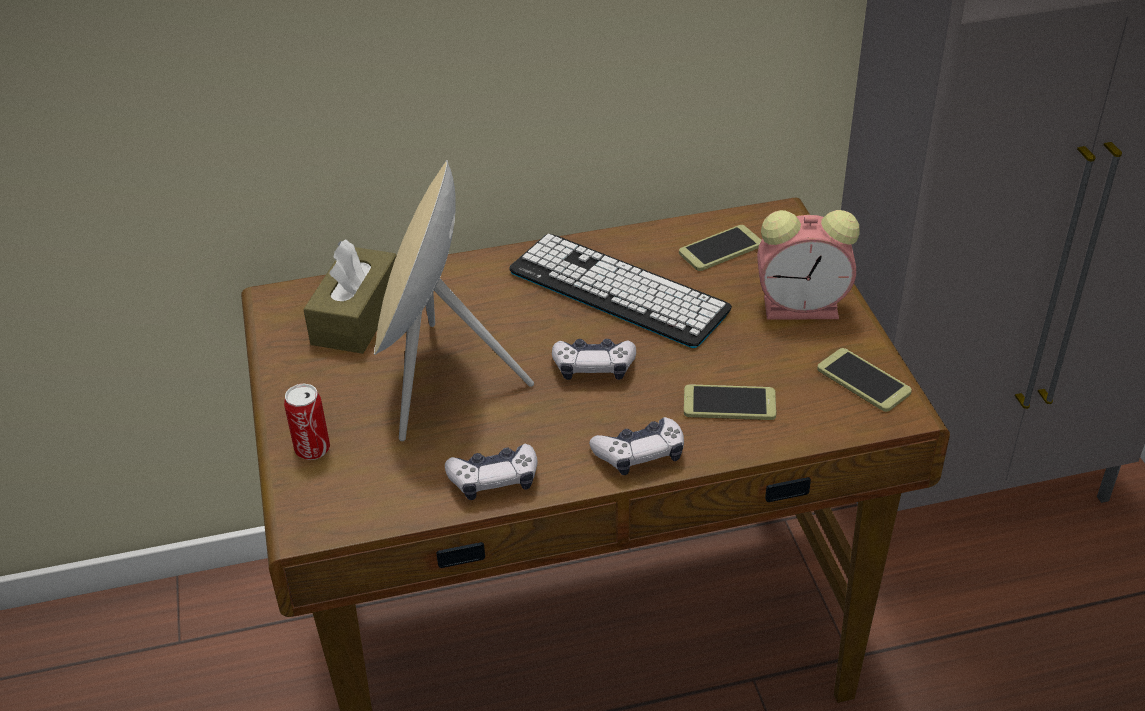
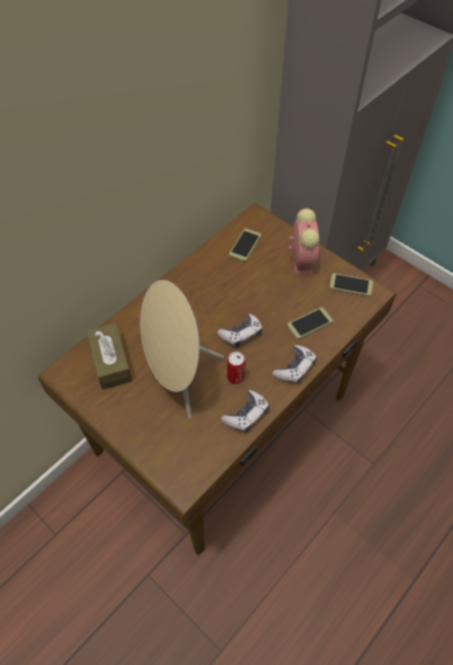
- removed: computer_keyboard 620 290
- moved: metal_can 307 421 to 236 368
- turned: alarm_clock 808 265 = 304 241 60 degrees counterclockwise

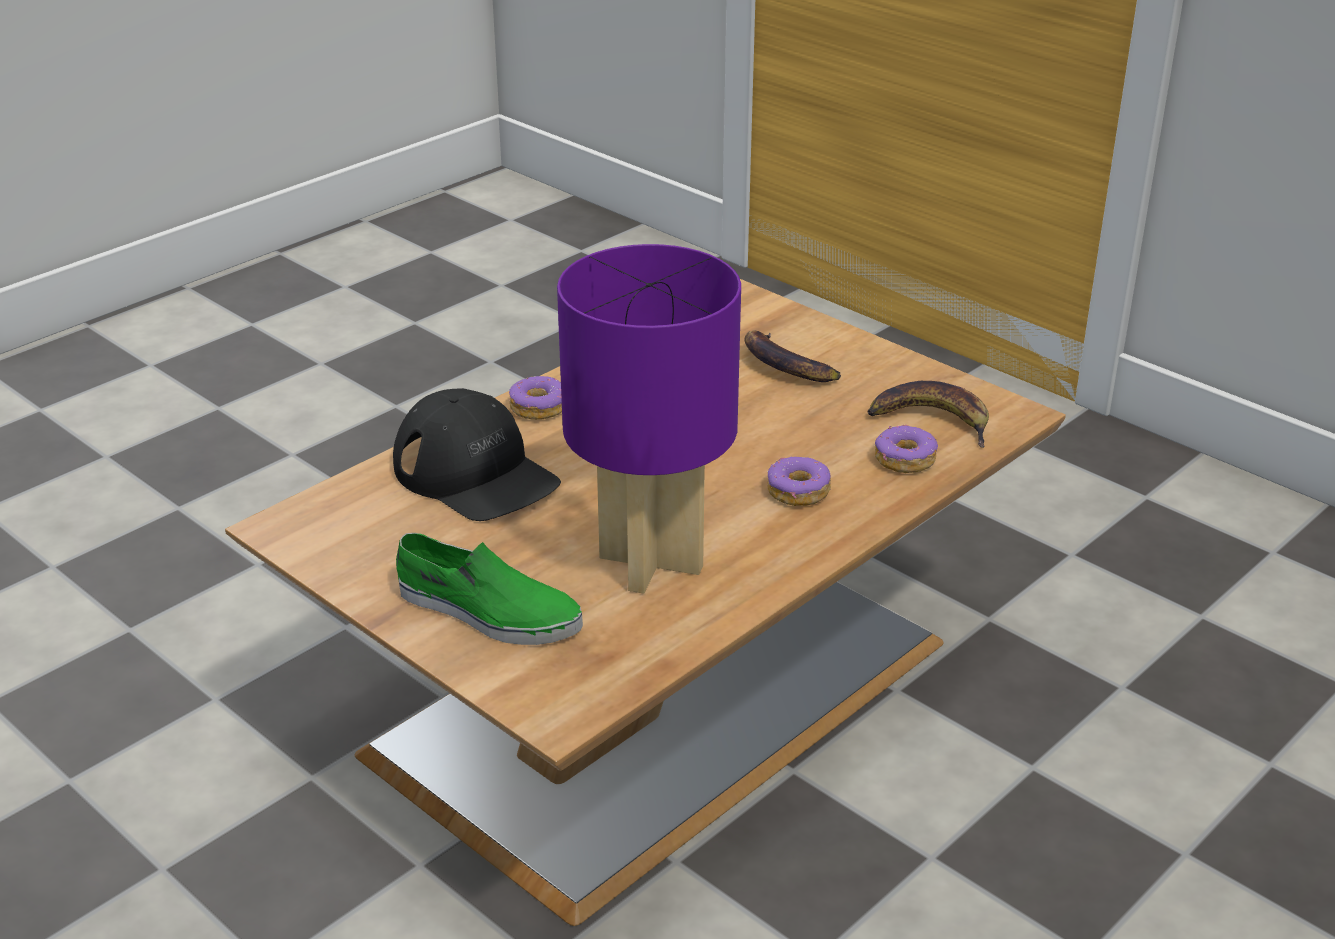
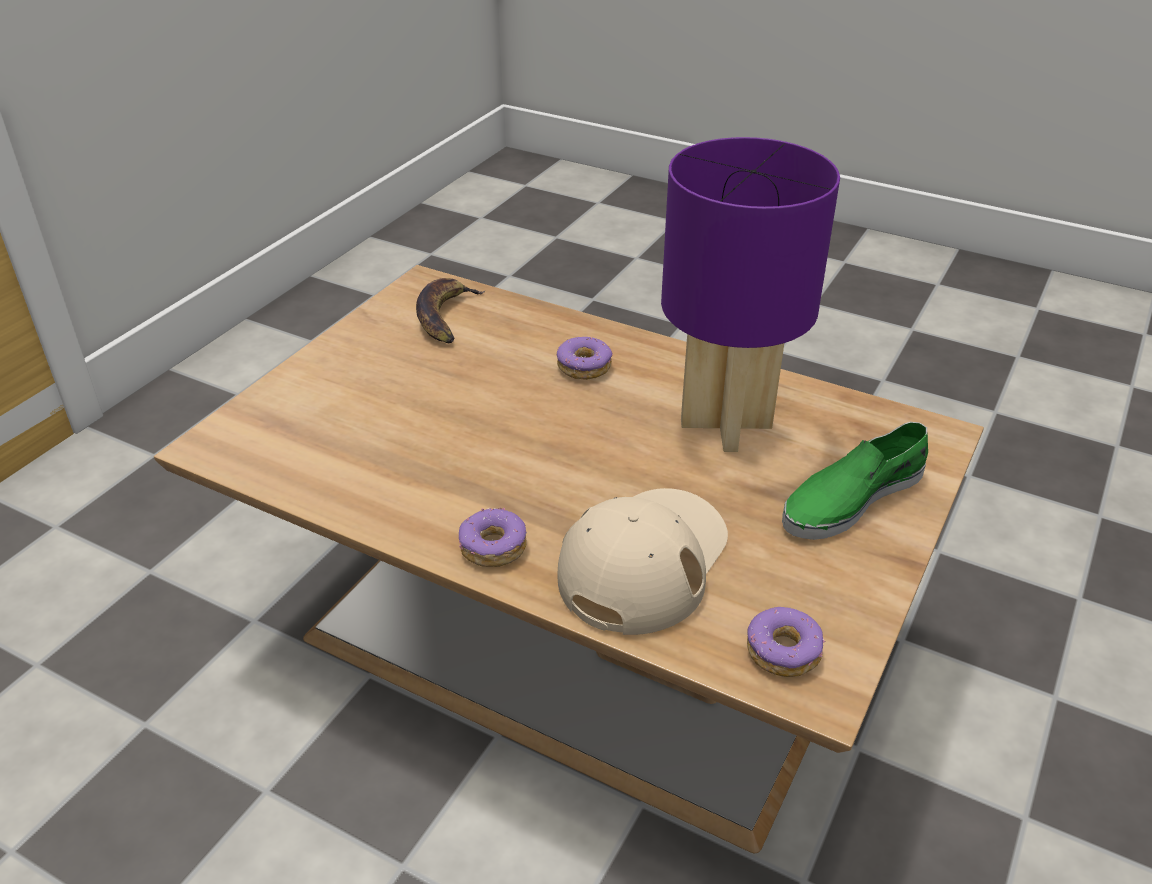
- removed: banana_fruit 792 356
- moved: doughnut 906 448 to 786 642
- recoloured: black-coloured_cap 477 454 to beige-coloured_cap 643 561
- turned: greenish_low_shoe 489 589 = 855 481 135 degrees counterclockwise

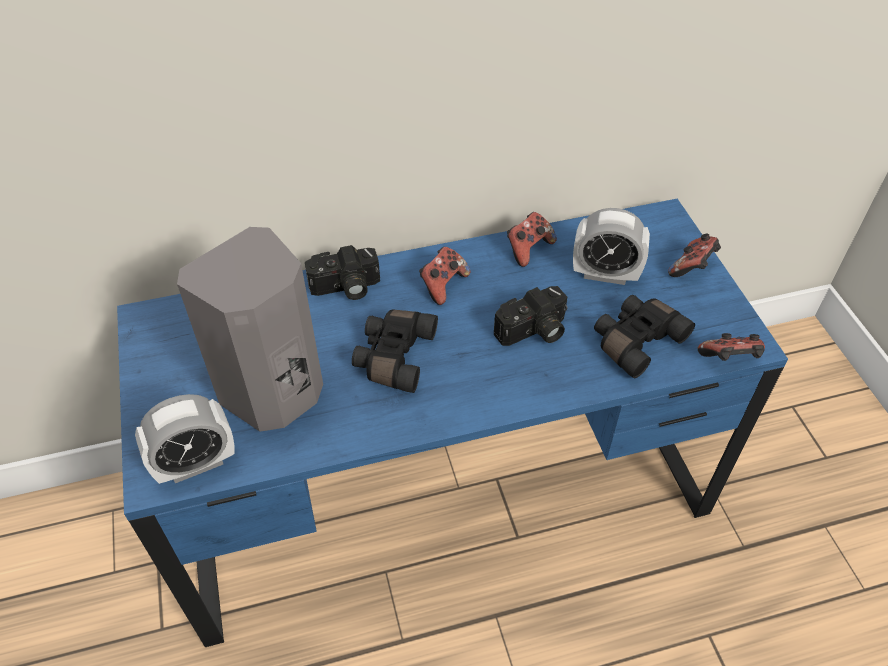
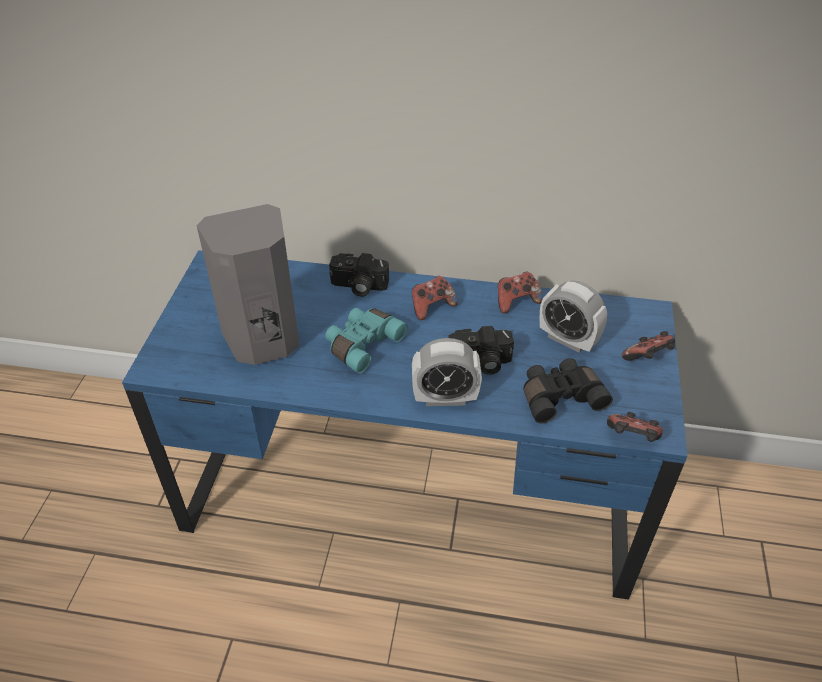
- moved: alarm_clock 185 439 to 447 372
- recoloured: black-coloured_binoculars 395 351 to turquoise-coloured_binoculars 366 340

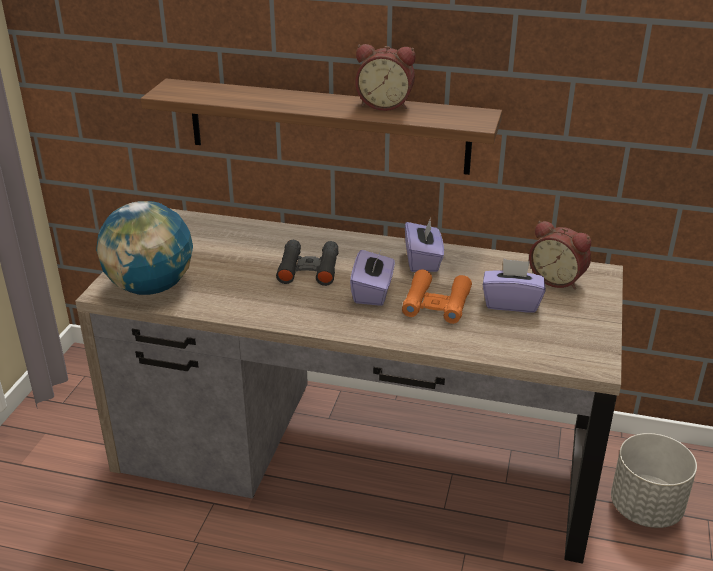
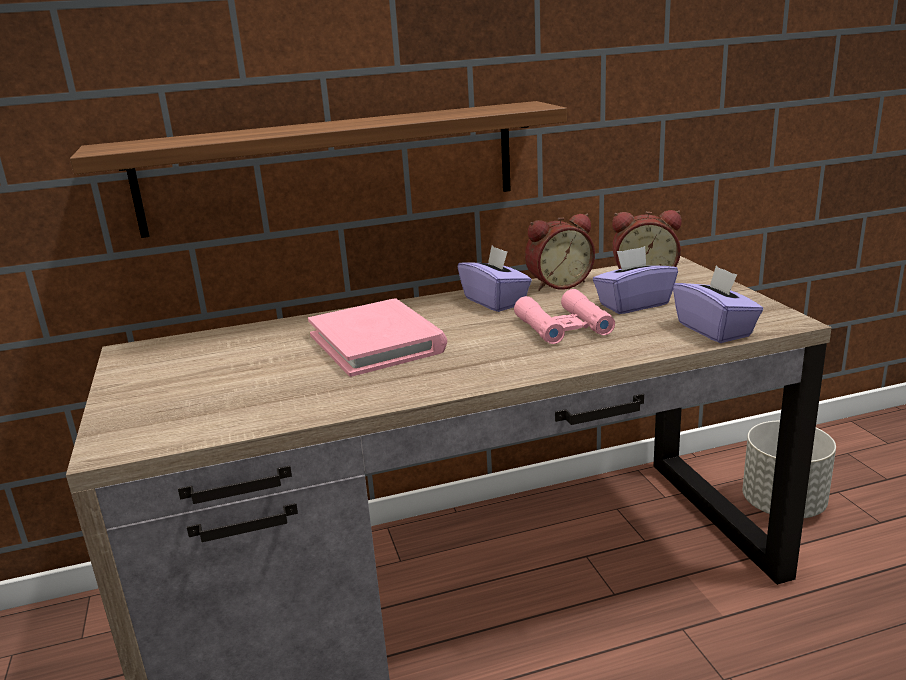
- removed: desk_globe 144 248
- moved: purplish_tissue_holder 372 277 to 718 304
- moved: alarm_clock 385 77 to 560 252
- replaced: black-coloured_binoculars 307 263 to pink_volume 377 338
- recoloured: orange_binoculars 437 296 to pink_binoculars 564 316

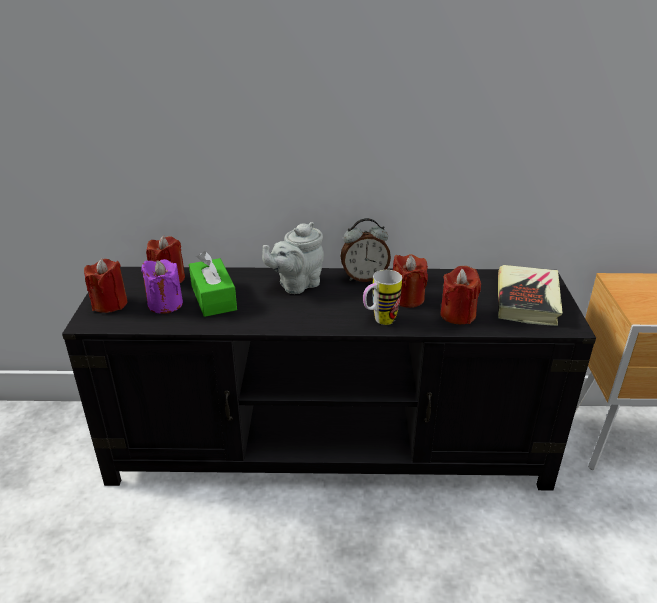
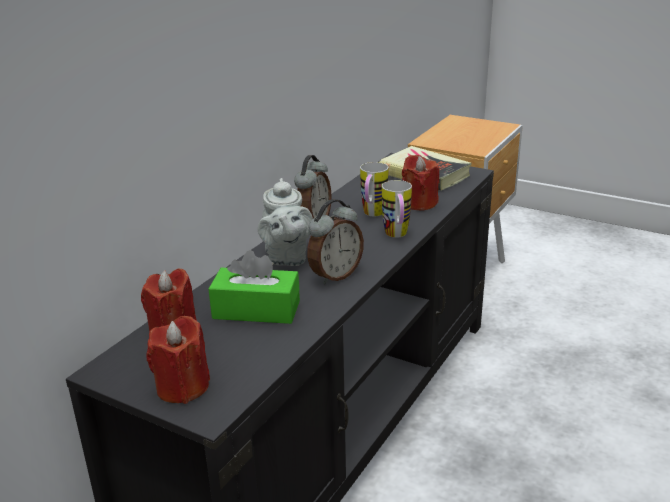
- removed: purplish_candle 162 286
- added: alarm_clock 335 241
- replaced: reddish_candle 410 281 to tea_mug 374 189

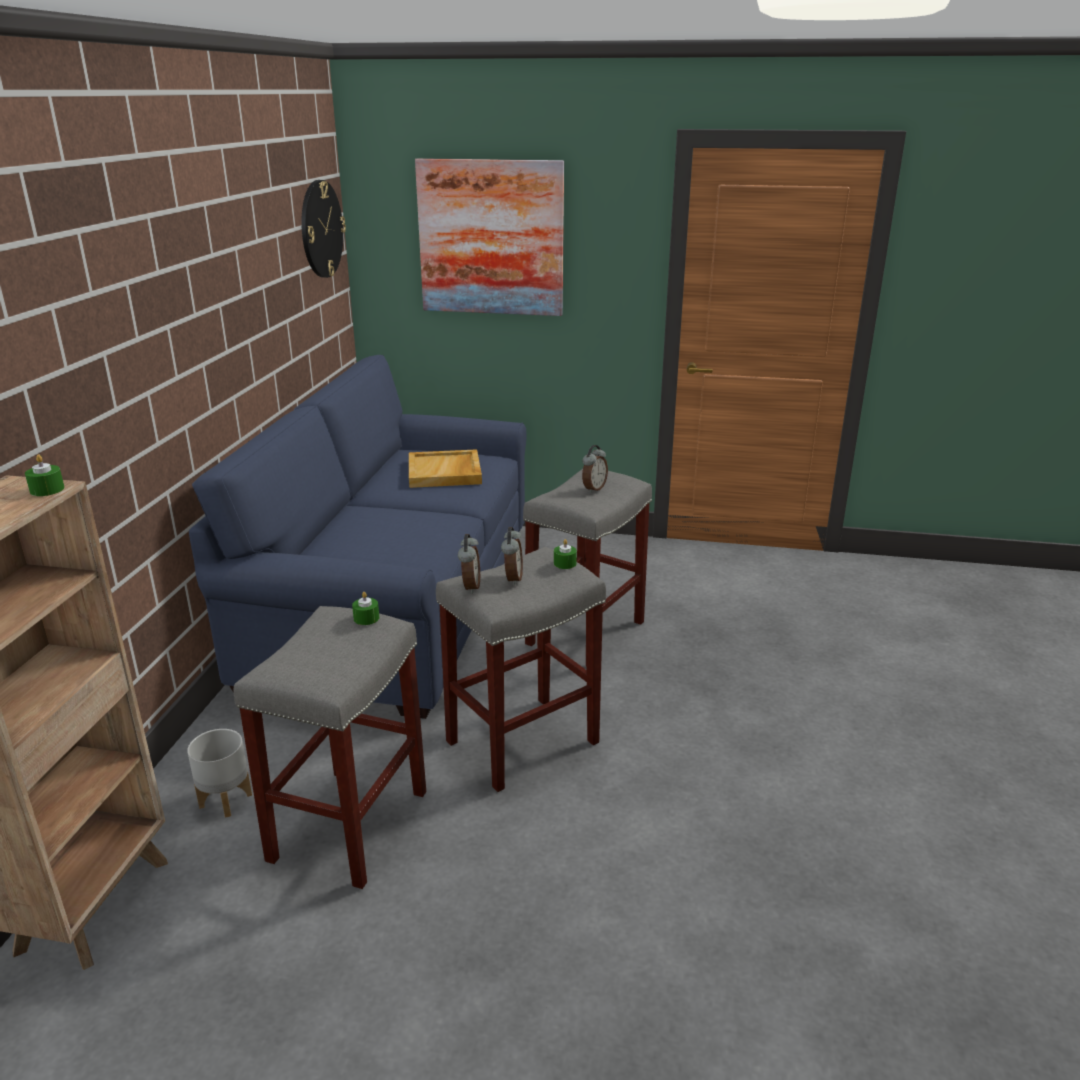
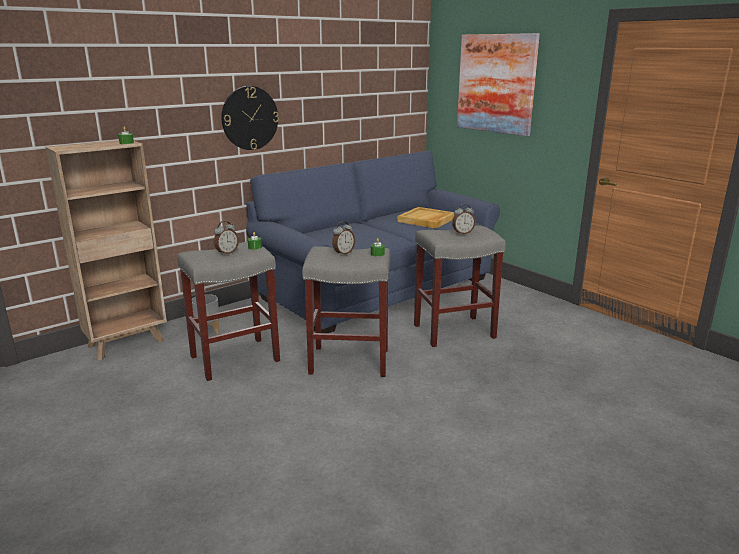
- moved: wall_clock 324 229 to 250 118
- moved: alarm_clock 469 564 to 226 238

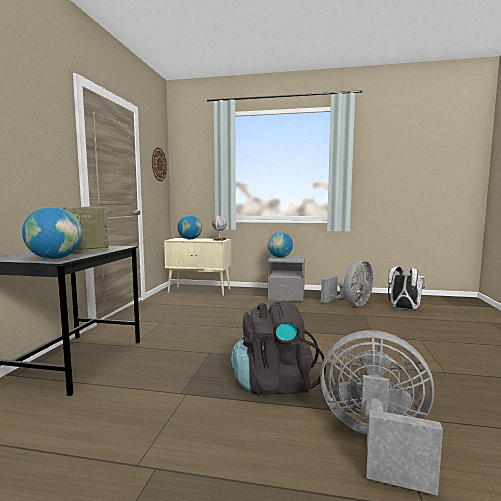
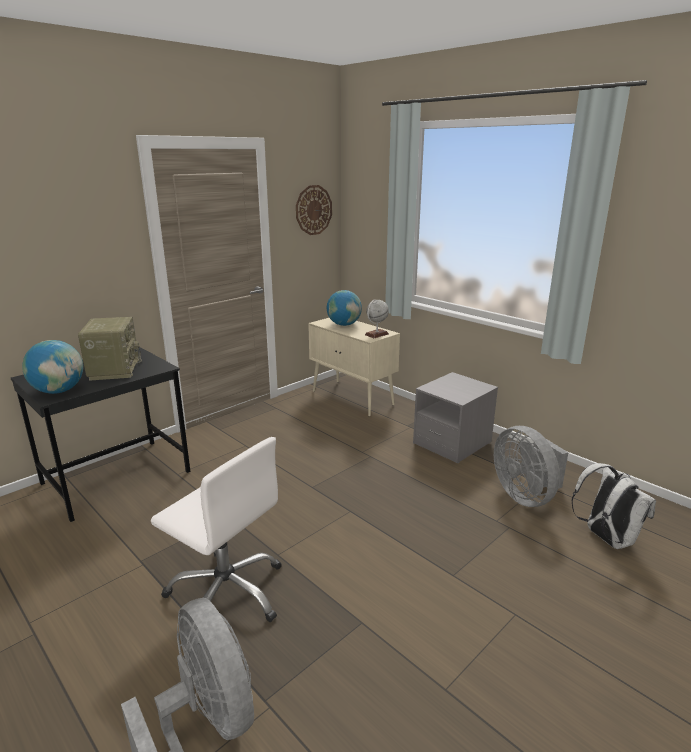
- removed: desk_globe 280 244
- replaced: black-coloured_knapsack 278 347 to white-coloured_office_chair 216 529
- turned: greyish_electric_fan 347 283 = 531 466 75 degrees clockwise

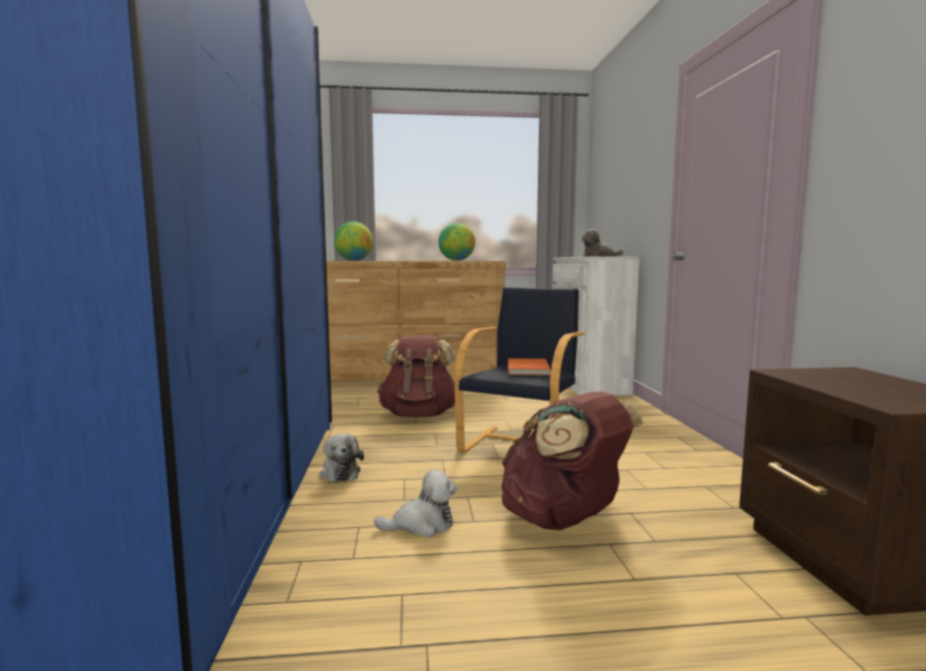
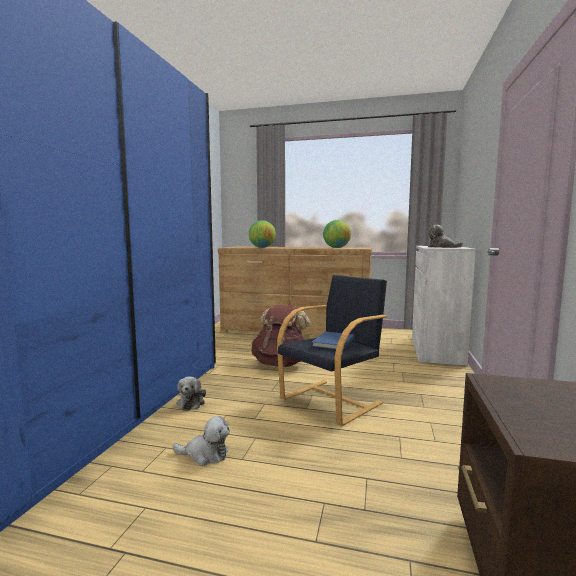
- removed: brown-coloured_knapsack 573 460
- recoloured: orange_volume 529 366 to blue_volume 333 341

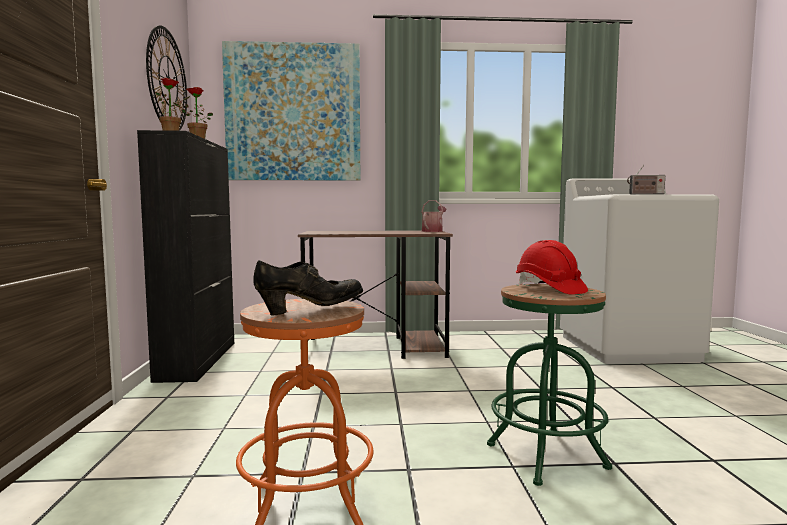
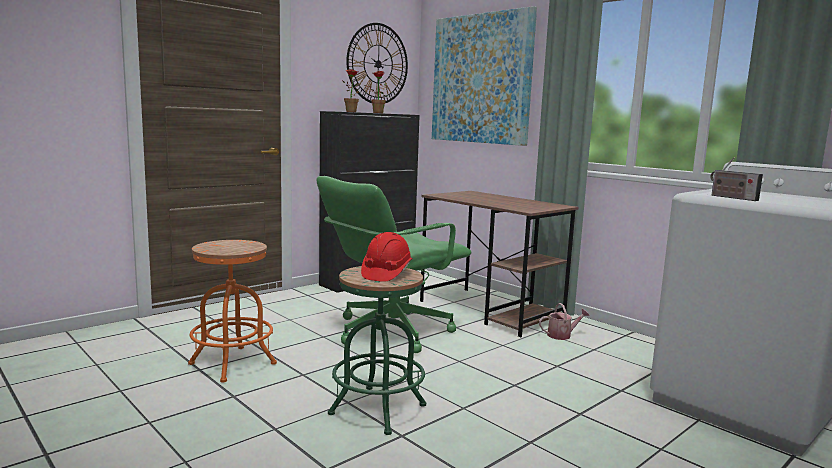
- removed: black-coloured_low_shoe 308 288
- added: greenish_office_chair 393 264
- moved: watering_can 433 216 to 564 321

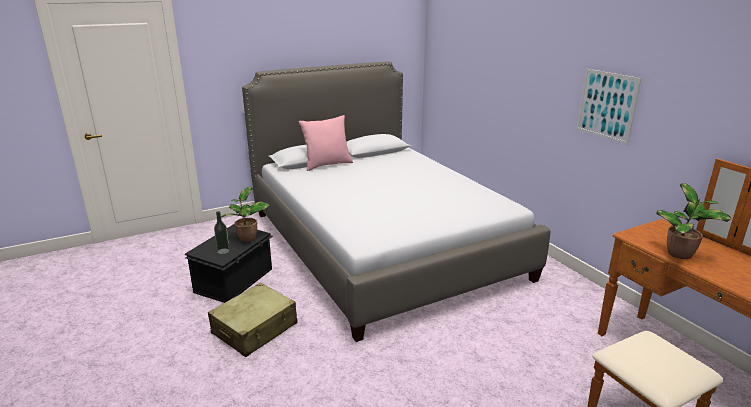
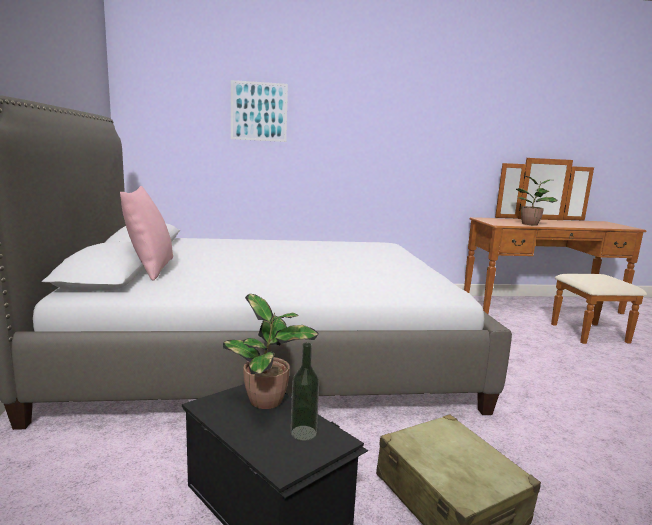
- moved: picture 609 106 to 259 111

